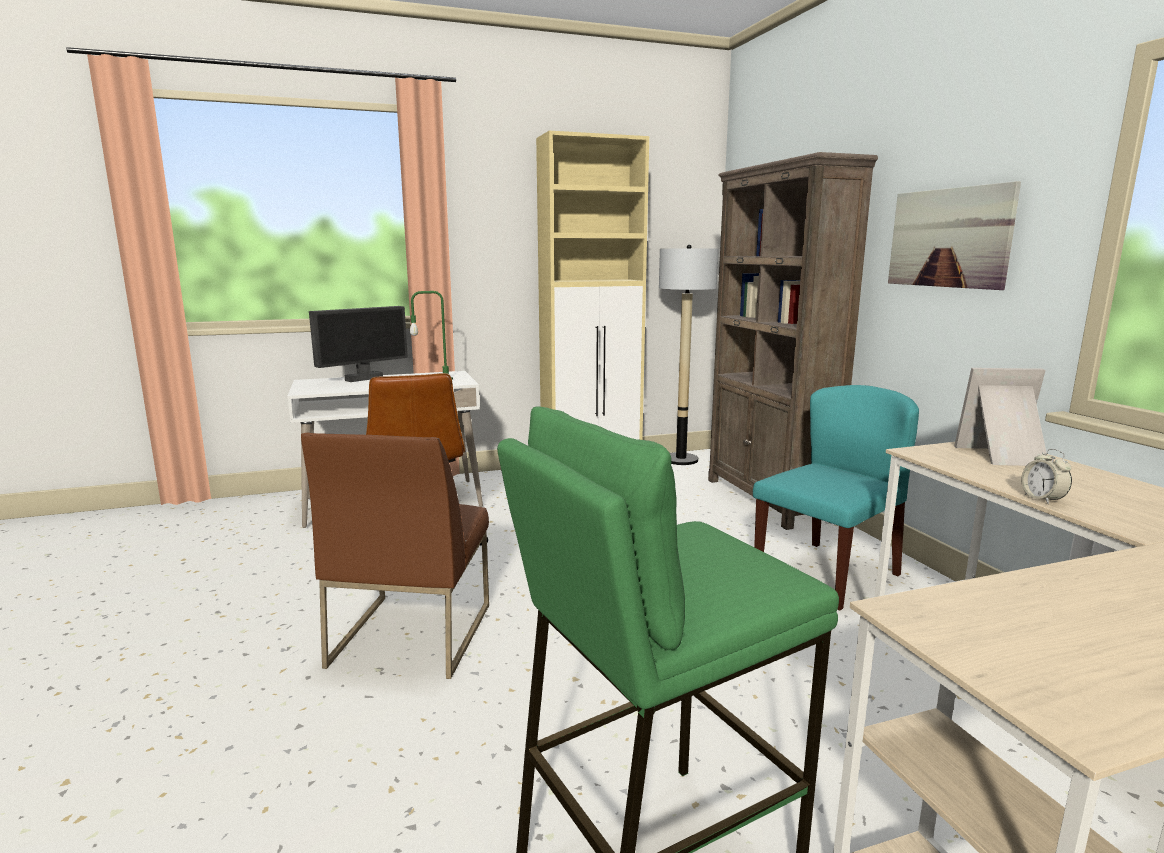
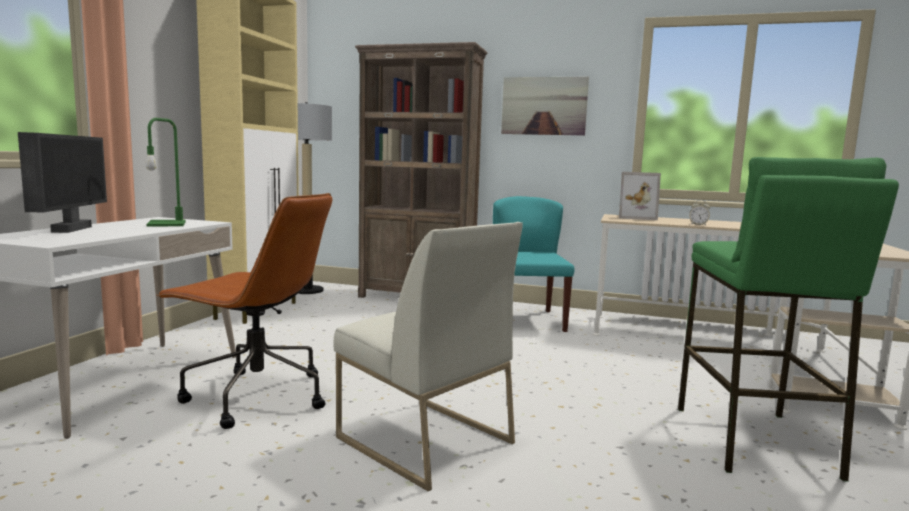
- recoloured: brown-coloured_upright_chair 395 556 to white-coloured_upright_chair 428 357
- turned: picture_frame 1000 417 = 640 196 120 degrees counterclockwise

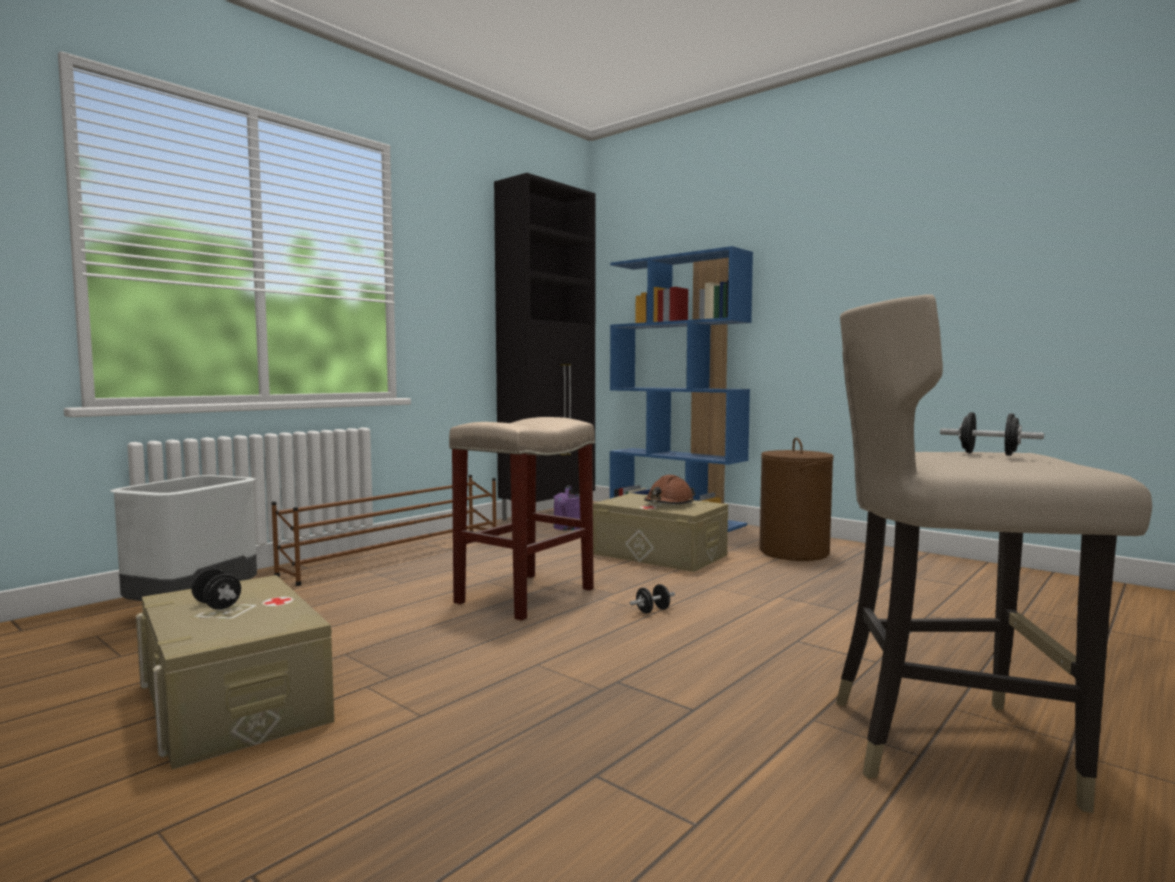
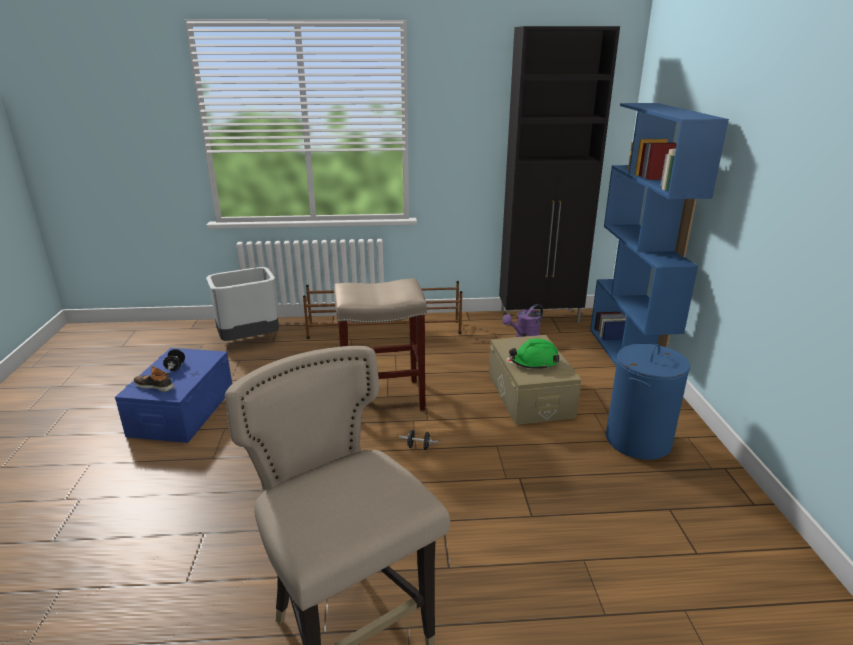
- removed: black-coloured_hand_weight 992 434
- added: low_shoe 154 379
- recoloured: beige-coloured_storage_container 235 672 to blue_storage_container 173 395
- recoloured: brown-coloured_hard_hat 669 489 to greenish_hard_hat 534 354
- recoloured: brown-coloured_laundry_basket 796 499 to blue_laundry_basket 648 402

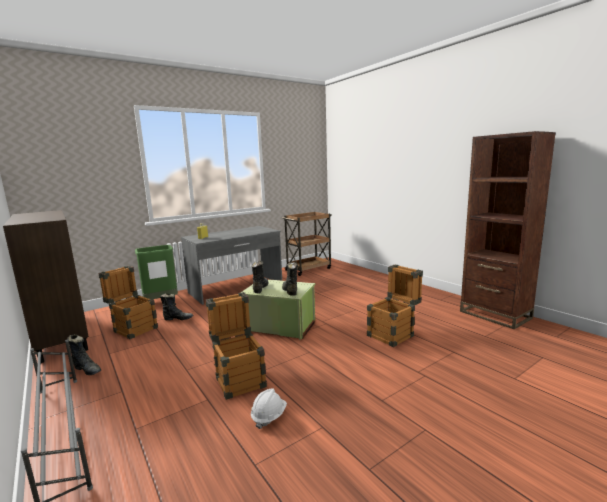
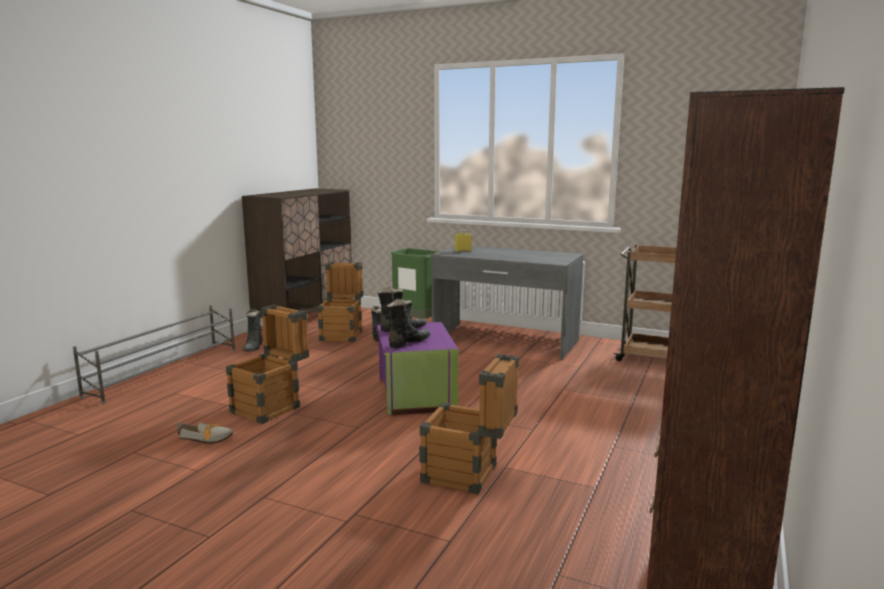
- replaced: white-coloured_hard_hat 269 408 to low_shoe 205 433
- recoloured: greenish_storage_container 278 309 to purplish_storage_container 417 368

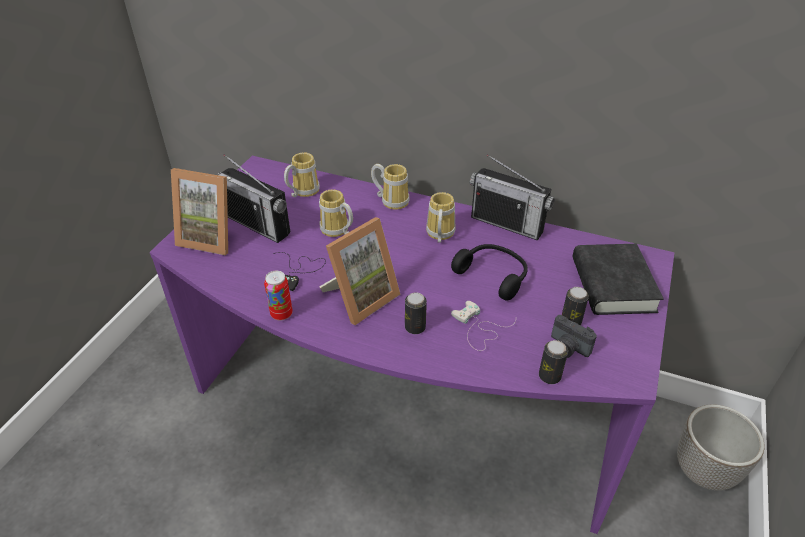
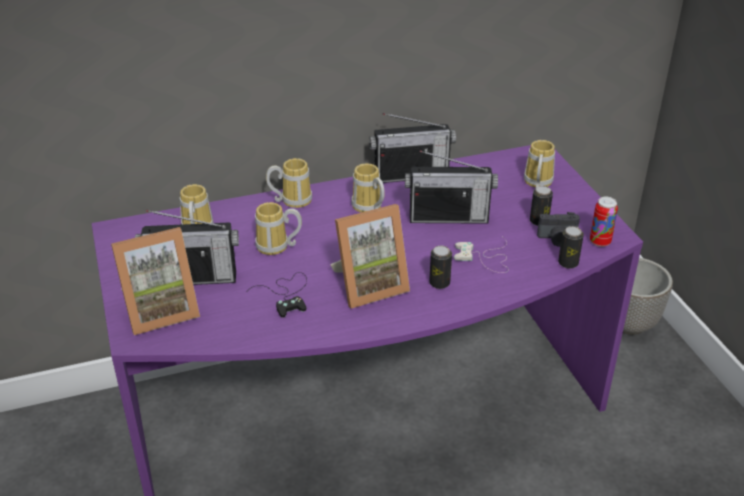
- moved: metal_can 278 296 to 604 222
- replaced: black-coloured_headset 489 272 to radio_set 451 187
- replaced: black-coloured_volume 618 279 to tea_mug 539 164
- turned: picture_frame 359 271 = 370 256 60 degrees clockwise

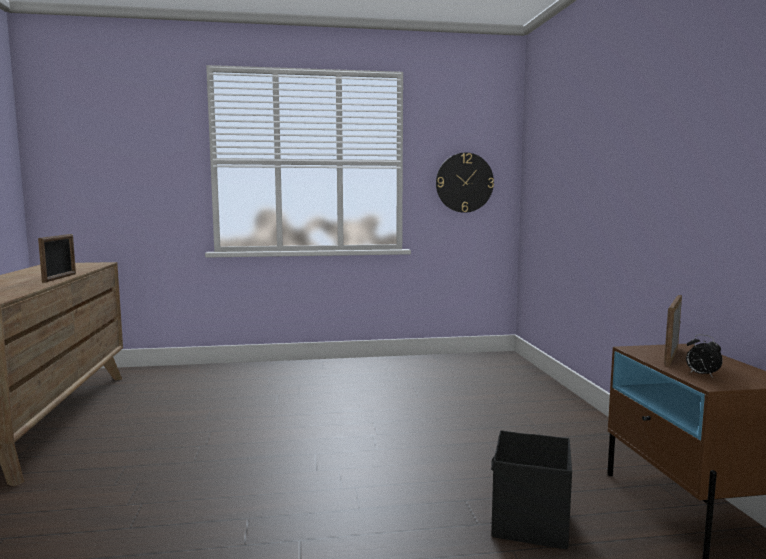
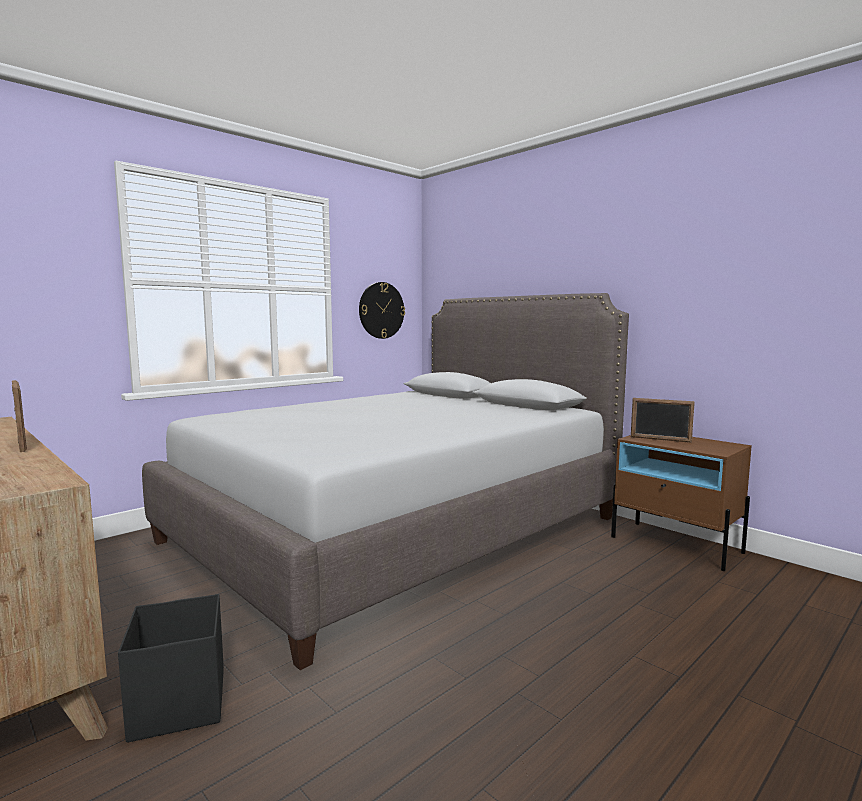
- removed: alarm_clock 704 356
- added: greyish_bedroom_bed 385 481
- moved: black-coloured_storage_container 531 489 to 171 668
- turned: picture_frame 673 331 = 663 420 60 degrees counterclockwise

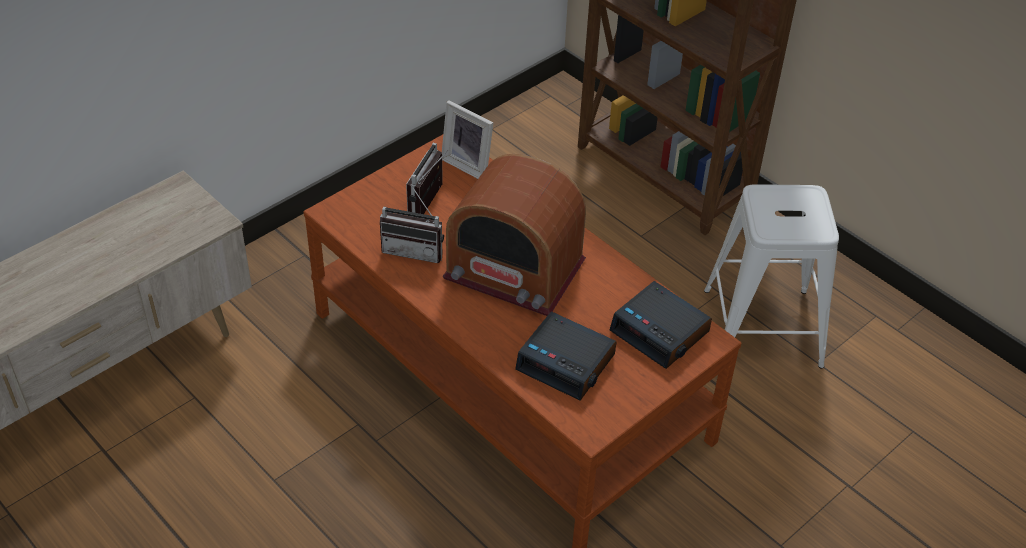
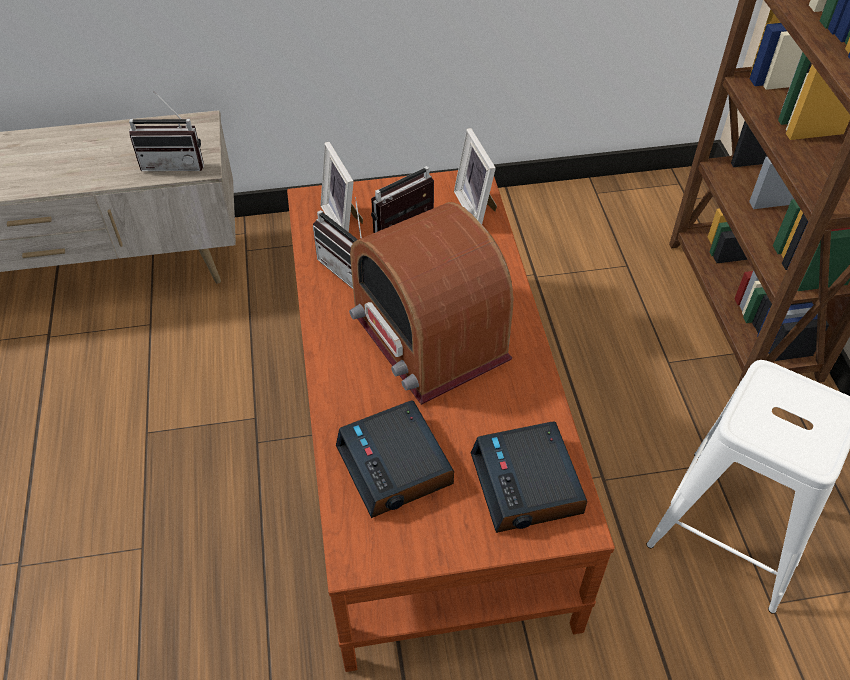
- added: radio_set 166 131
- added: picture_frame 342 187

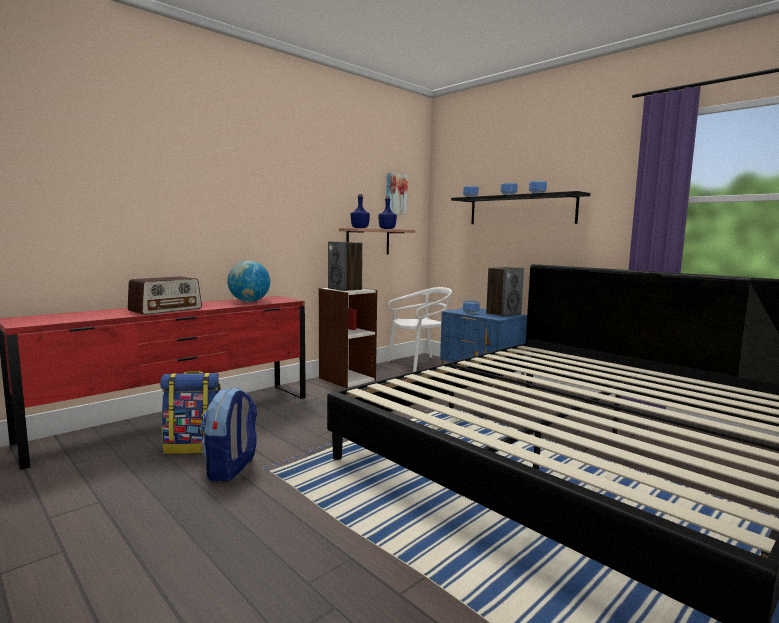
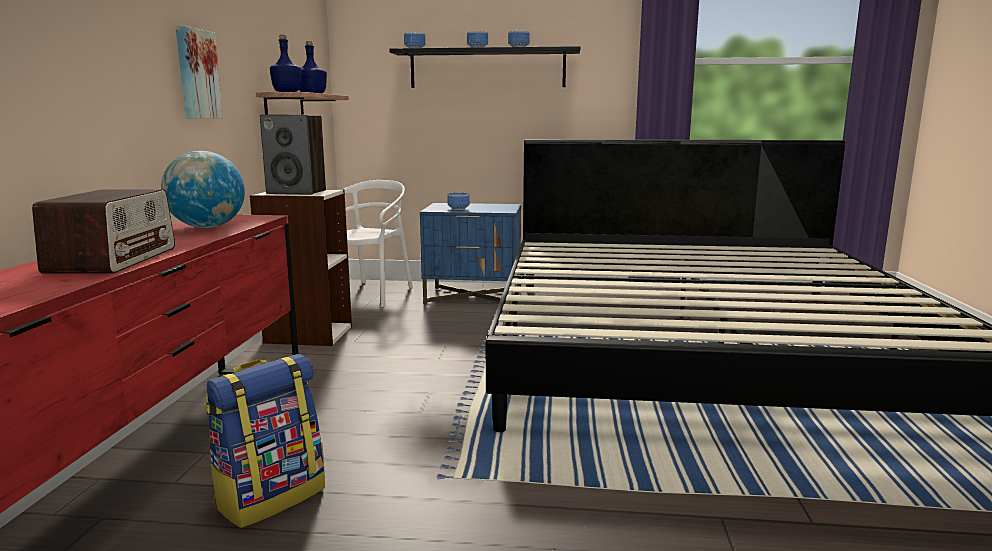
- removed: knapsack 229 434
- removed: audio_speaker 505 292
- moved: picture 397 194 to 199 71

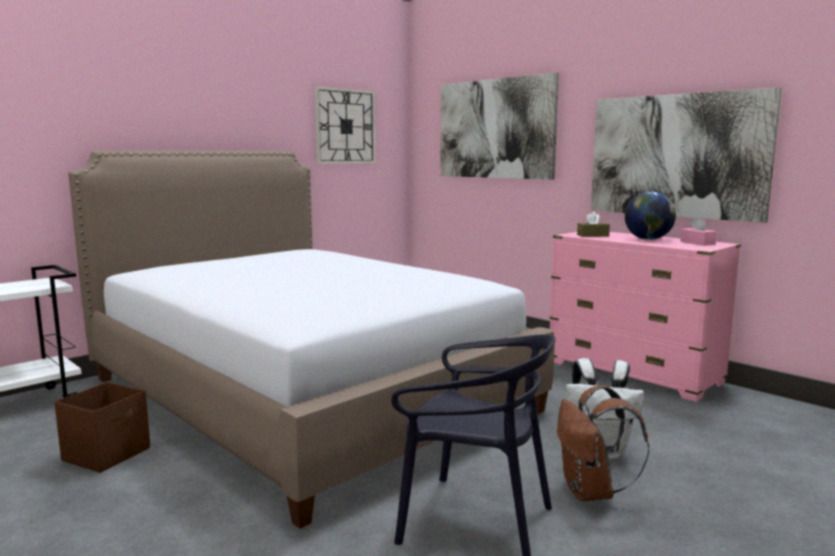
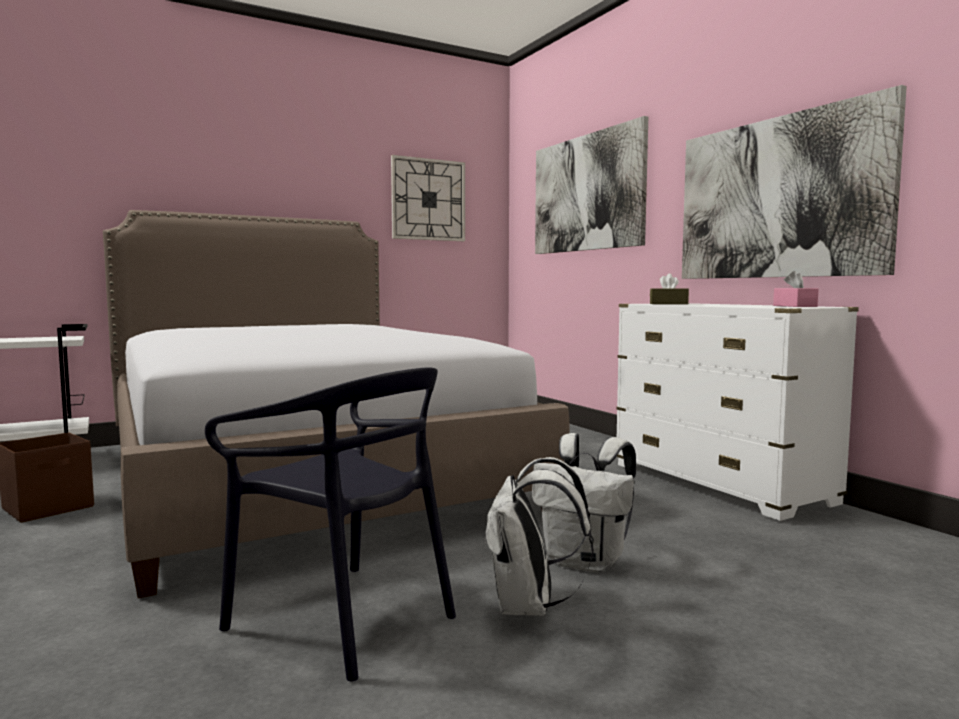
- removed: desk_globe 650 216
- recoloured: pink_chest_of_drawers 645 317 to white-coloured_chest_of_drawers 737 412
- recoloured: brown-coloured_knapsack 603 443 to white-coloured_knapsack 538 536

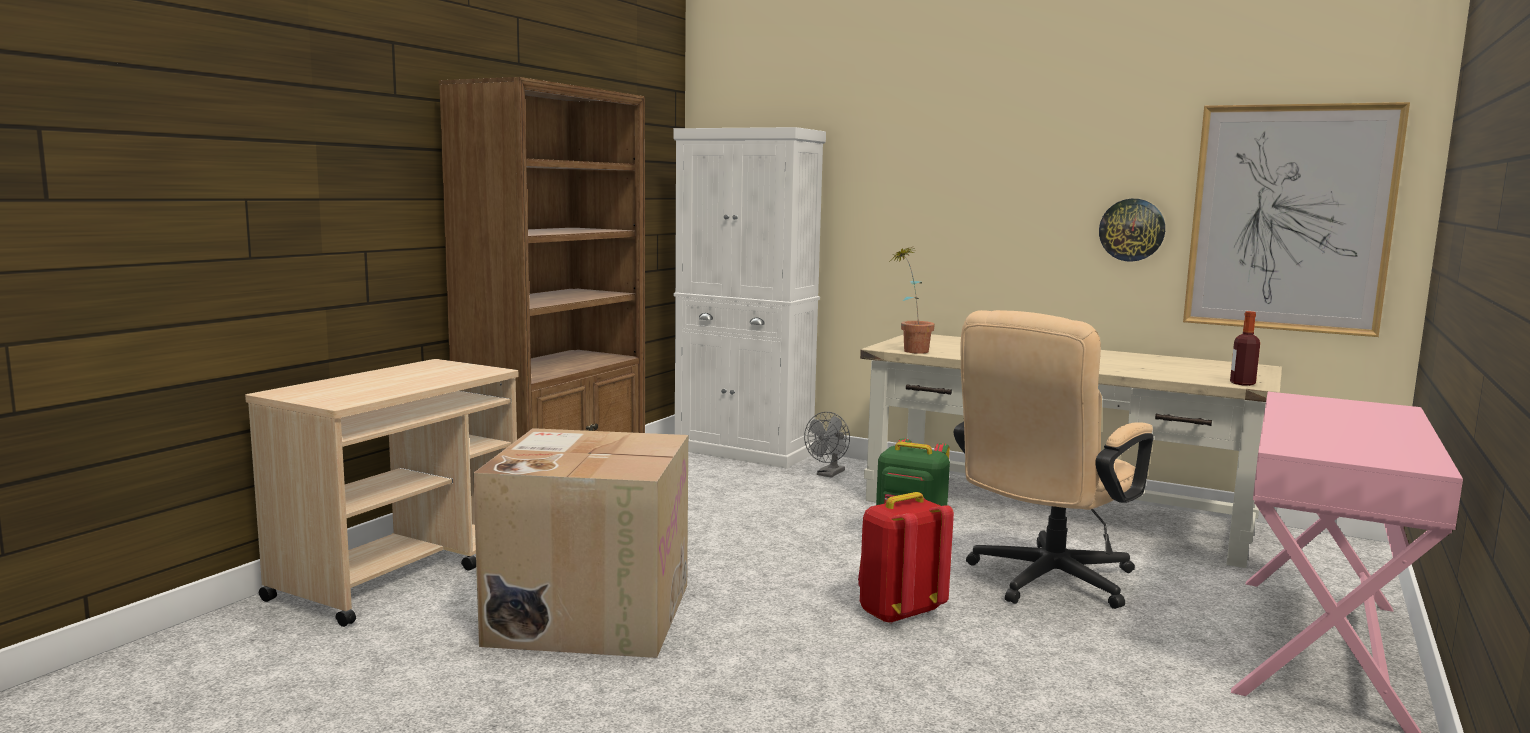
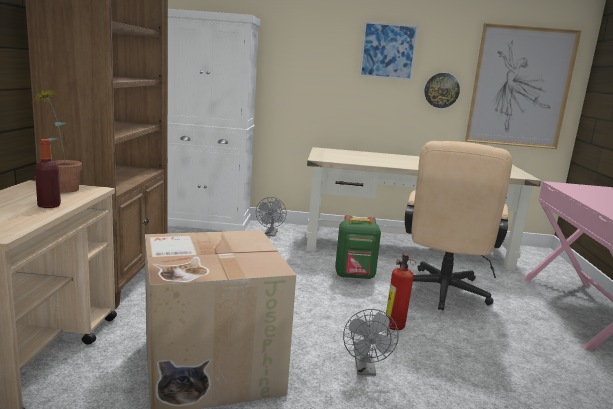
- added: greyish_electric_fan 371 342
- added: picture 388 50
- moved: plant_in_a_pot 912 300 to 56 140
- moved: bottle 1245 348 to 48 173
- replaced: reddish_knapsack 906 558 to extinguisher 401 292

